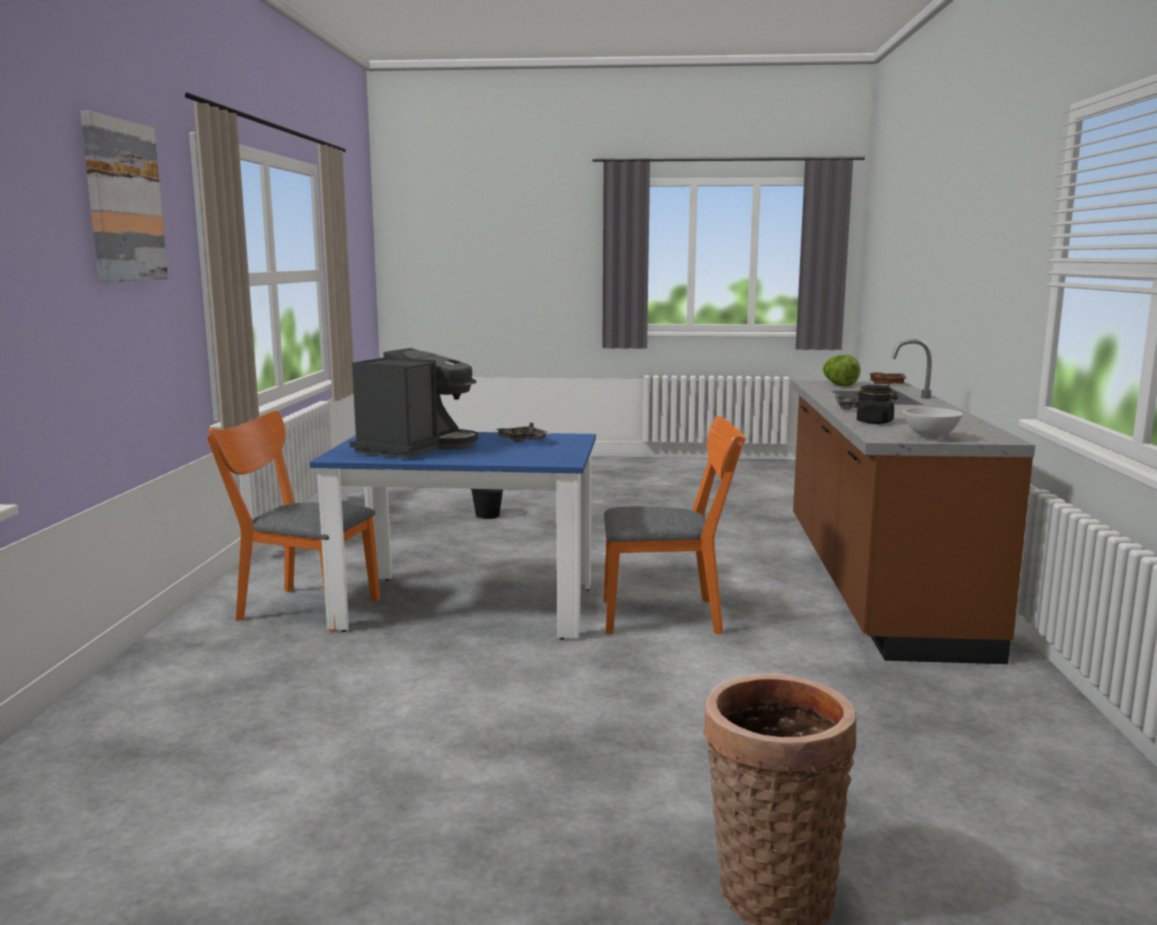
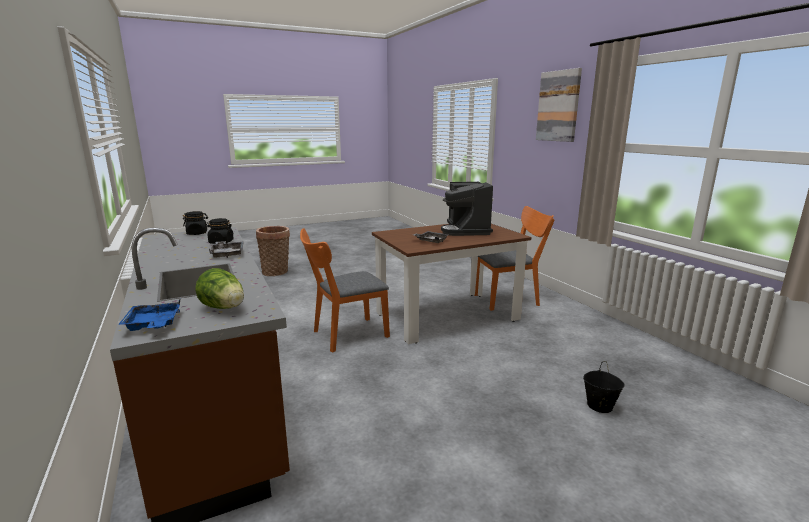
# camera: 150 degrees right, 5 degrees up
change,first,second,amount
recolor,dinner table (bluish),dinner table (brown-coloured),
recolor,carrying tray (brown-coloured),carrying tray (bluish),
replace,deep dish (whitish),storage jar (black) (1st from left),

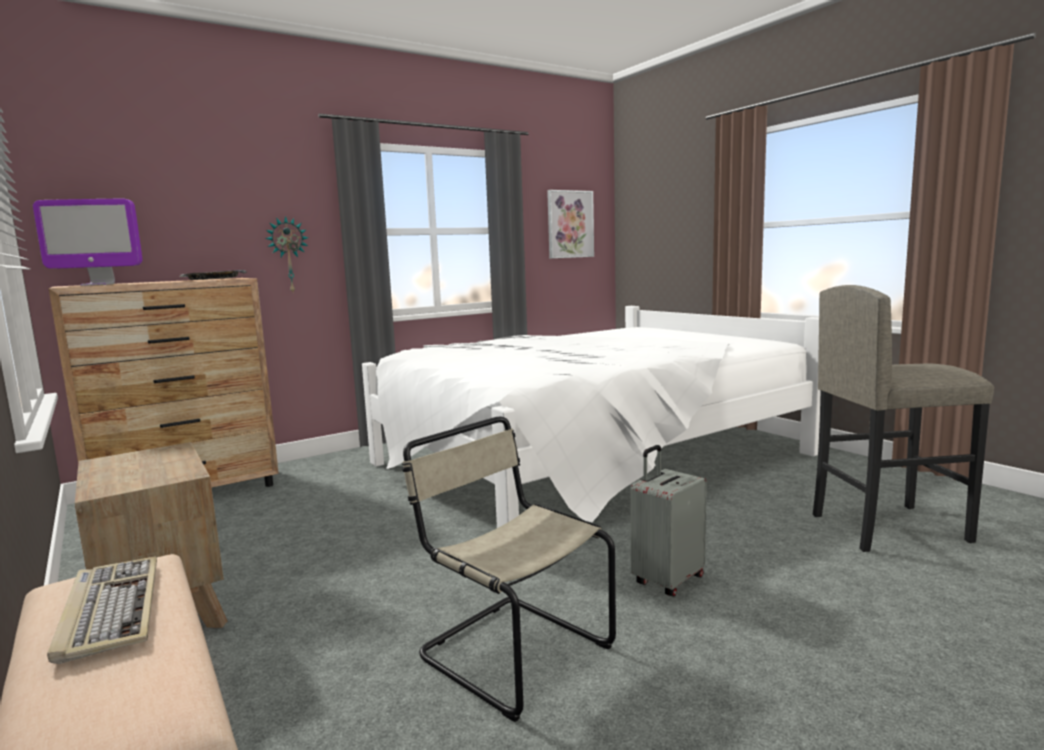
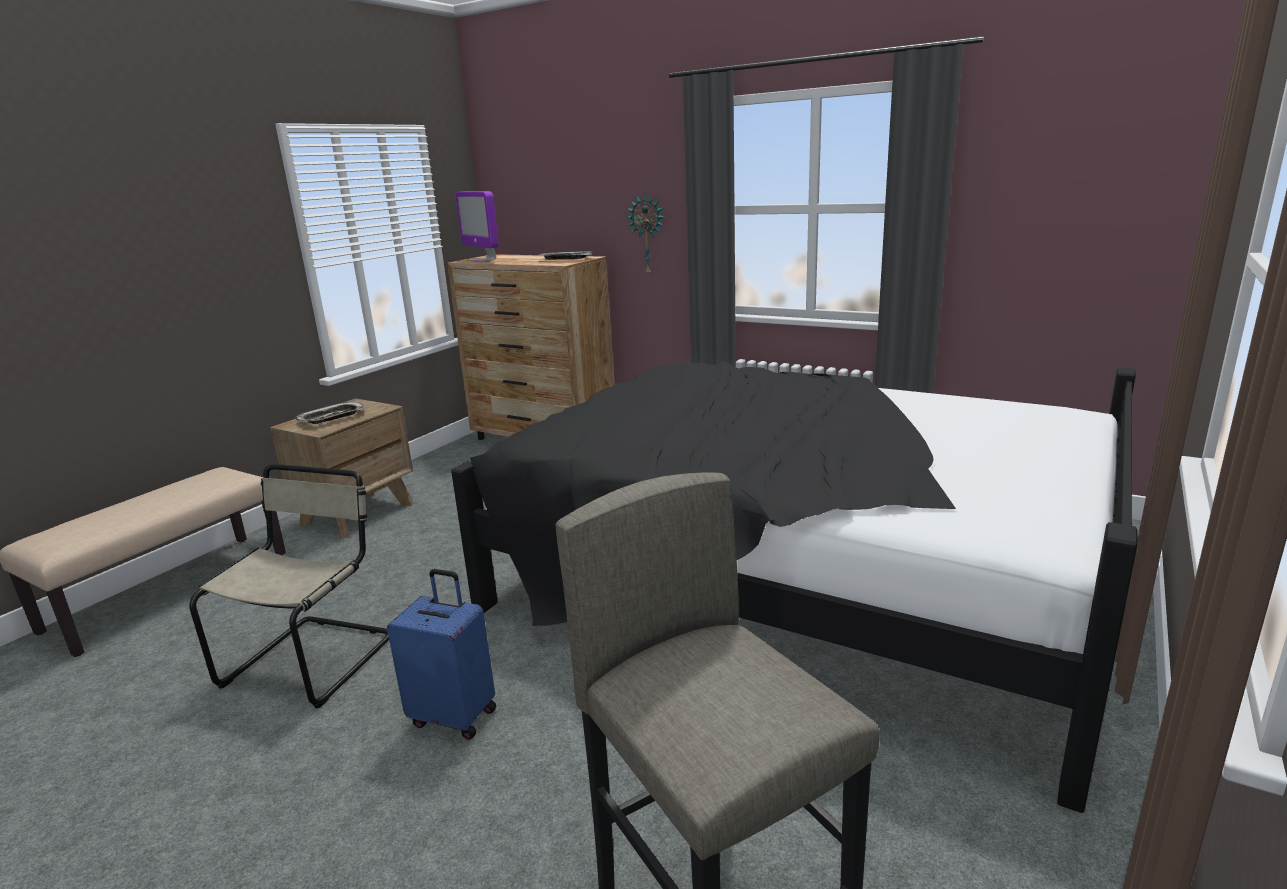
# camera: 65 degrees right, 10 degrees up
change,first,second,amount
delete,computer keyboard,,
recolor,sleeping bed (whitish),sleeping bed (black),
delete,wall art,,
recolor,suitcase (greyish),suitcase (bluish),
insert,,carrying tray (1st from left),

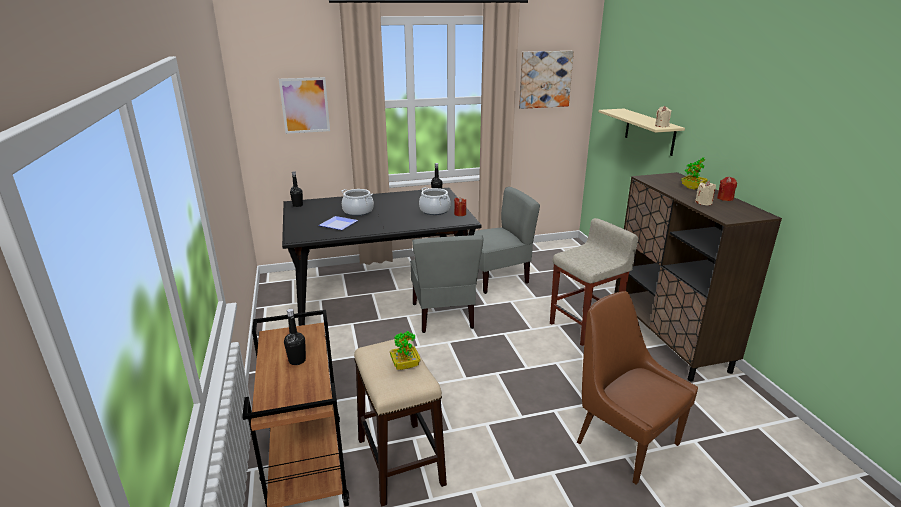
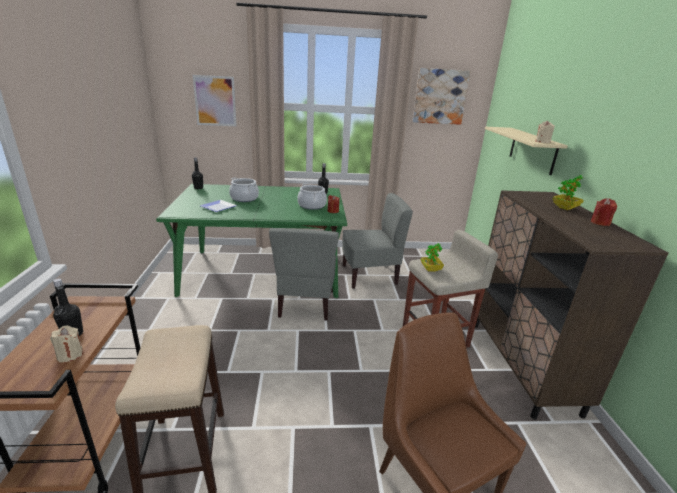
# camera: 10 degrees right, 0 degrees up
change,first,second,amount
recolor,dinner table (black),dinner table (green-coloured),
move,plant in a pot (1st from left),,
move,candle (sand-coloured) (2nd from left in the first image),candle (sand-coloured) (1st from left),

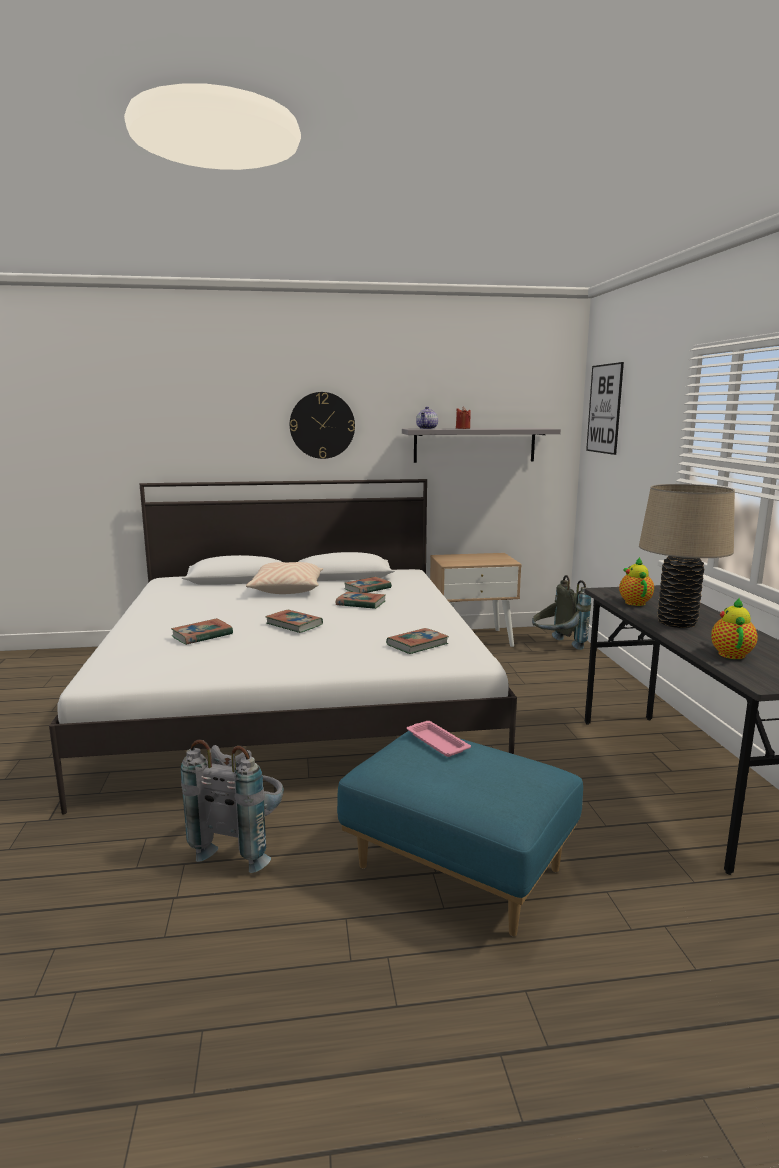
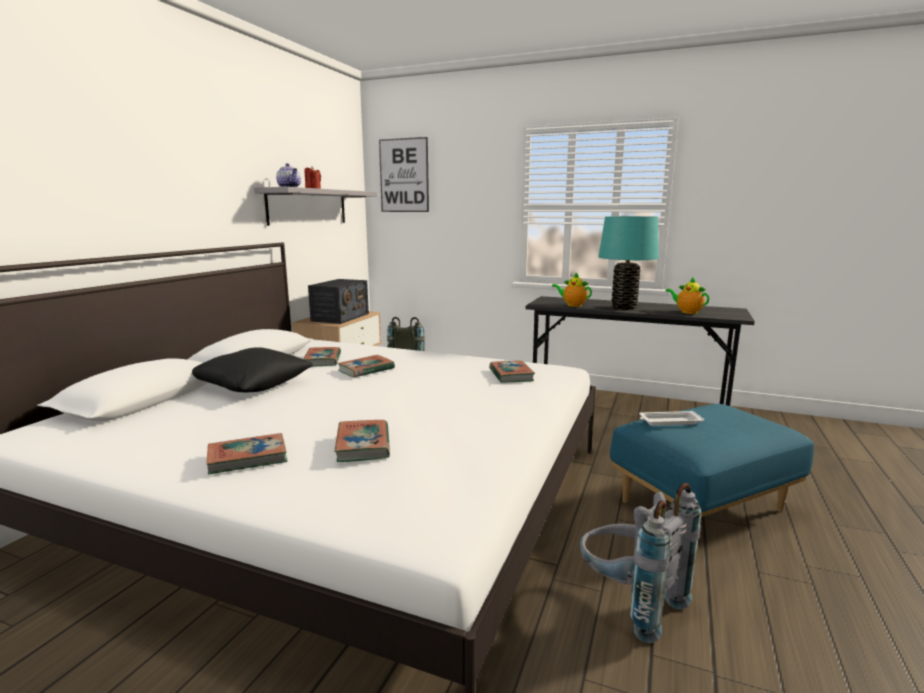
# camera: 60 degrees left, 0 degrees up
change,first,second,amount
recolor,pillow (sand-coloured),pillow (black),
move,volume (2nd from left in the first image),volume (1st from left),
delete,wall clock,,
recolor,carrying tray (pink),carrying tray (whitish),
recolor,lamp for a table (sand-coloured),lamp for a table (blue-green),
insert,,radio receiver,

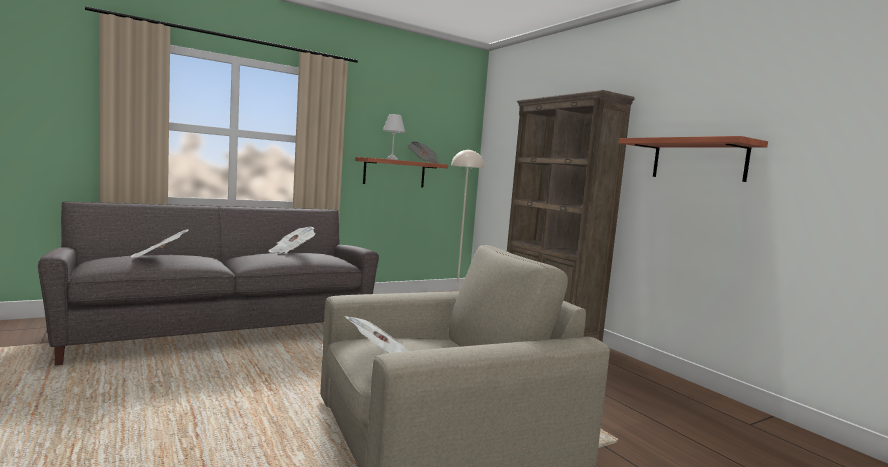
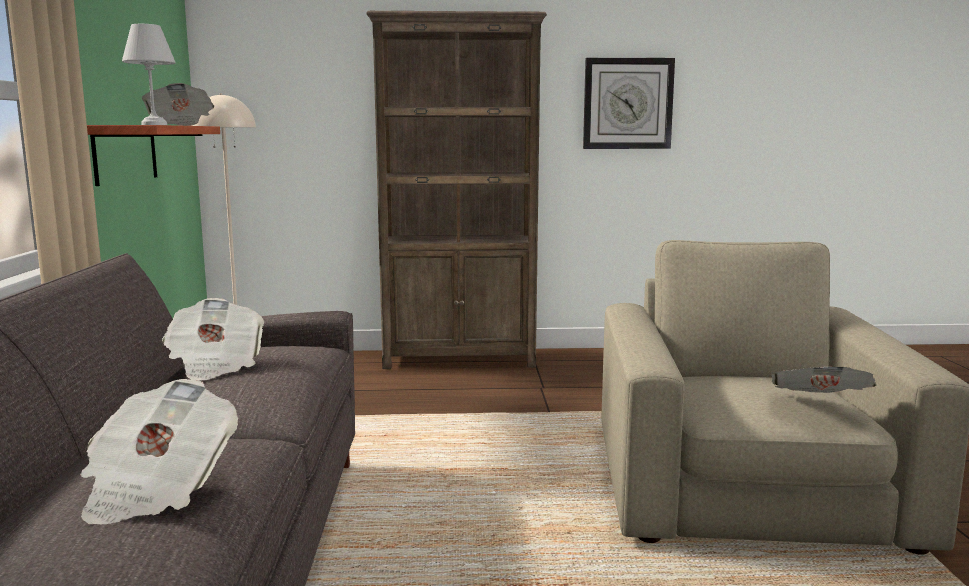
# camera: 60 degrees left, 5 degrees up
change,first,second,amount
replace,wall shelf (2nd from left),wall clock,

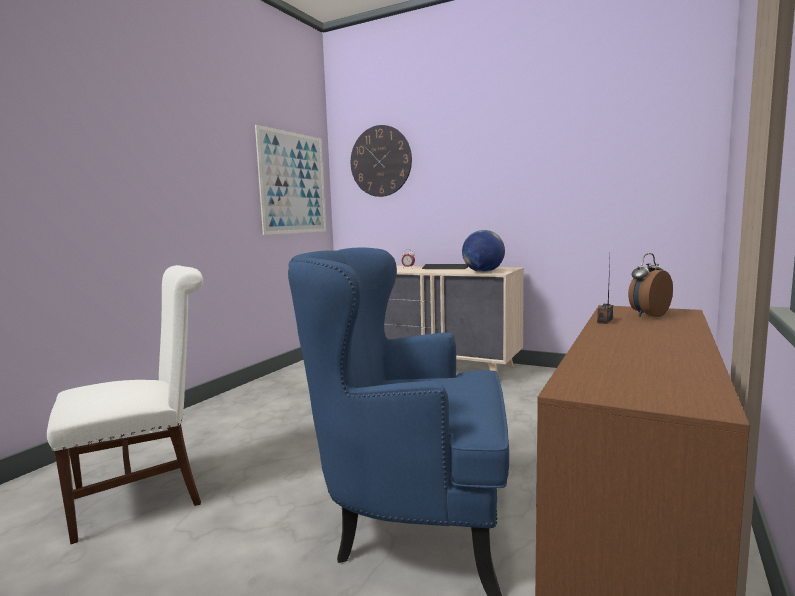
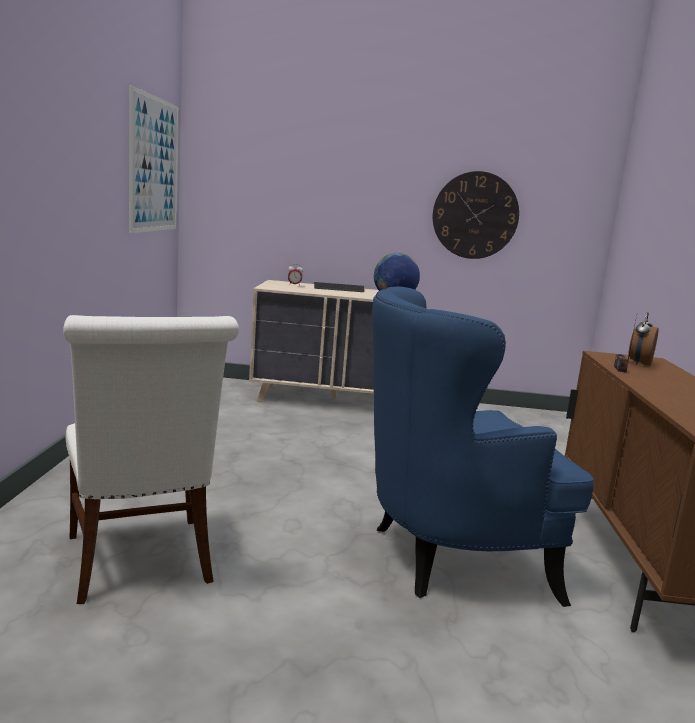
# camera: 25 degrees left, 5 degrees up
change,first,second,amount
rotate,chair (whitish),,120 degrees clockwise
move,wall clock,,

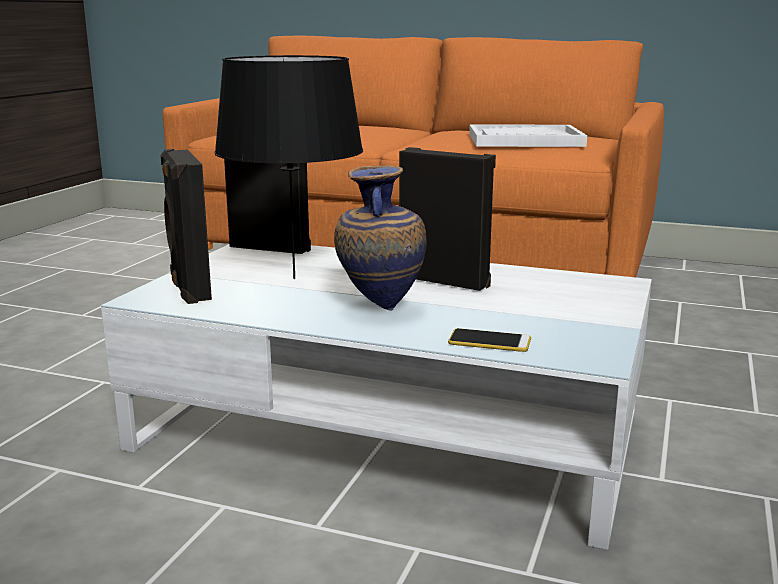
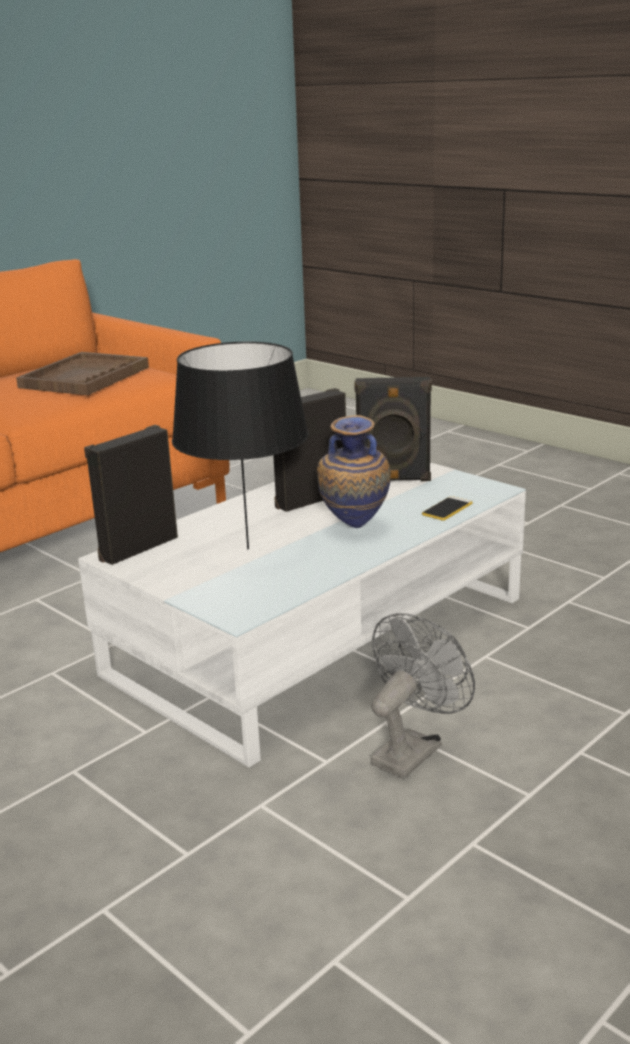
# camera: 65 degrees left, 5 degrees up
change,first,second,amount
move,audio speaker (black) (1st from left in the first image),audio speaker (black) (3rd from left),
recolor,carrying tray (whitish),carrying tray (brown-coloured),
insert,,fan (greyish),

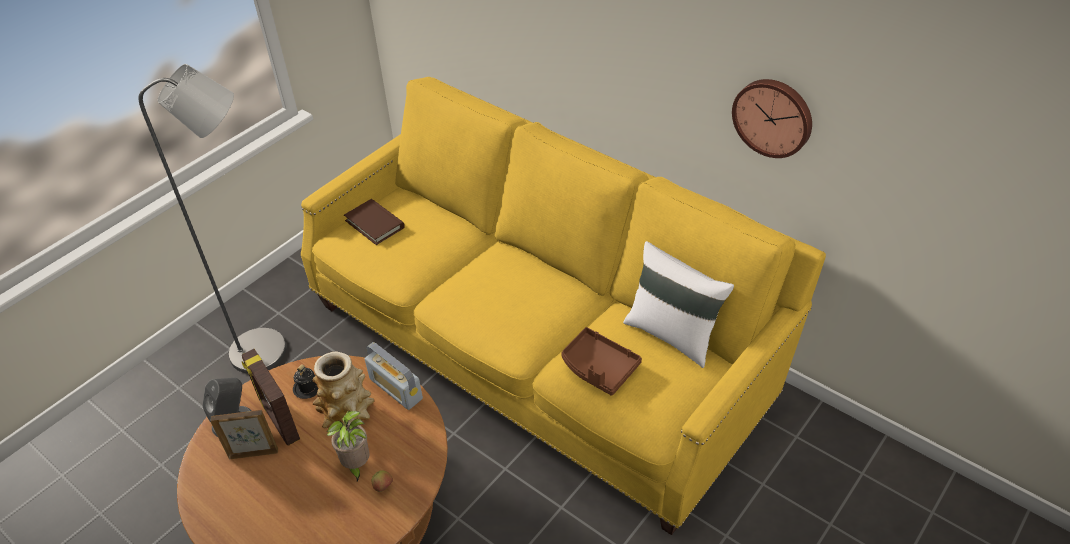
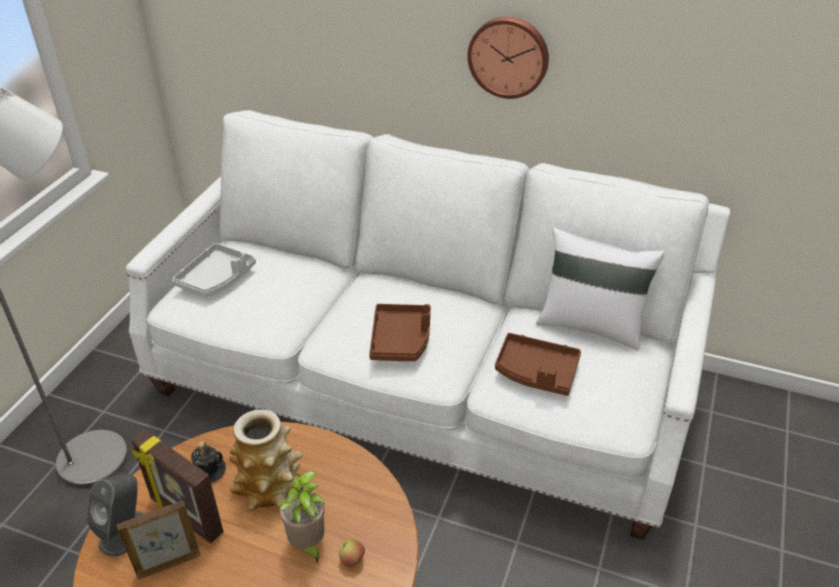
# camera: 20 degrees left, 5 degrees down
change,first,second,amount
recolor,couch (yellow),couch (whitish),
replace,volume (brown-coloured),carrying tray (greyish),
delete,radio receiver,,
move,wall clock,,
insert,,carrying tray (brown-coloured) (1st from left),

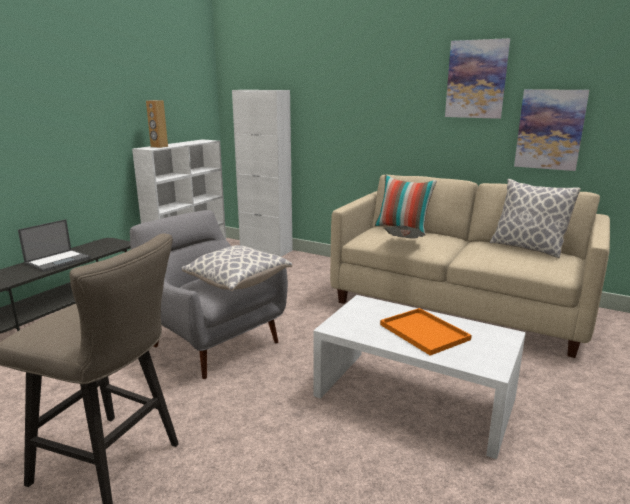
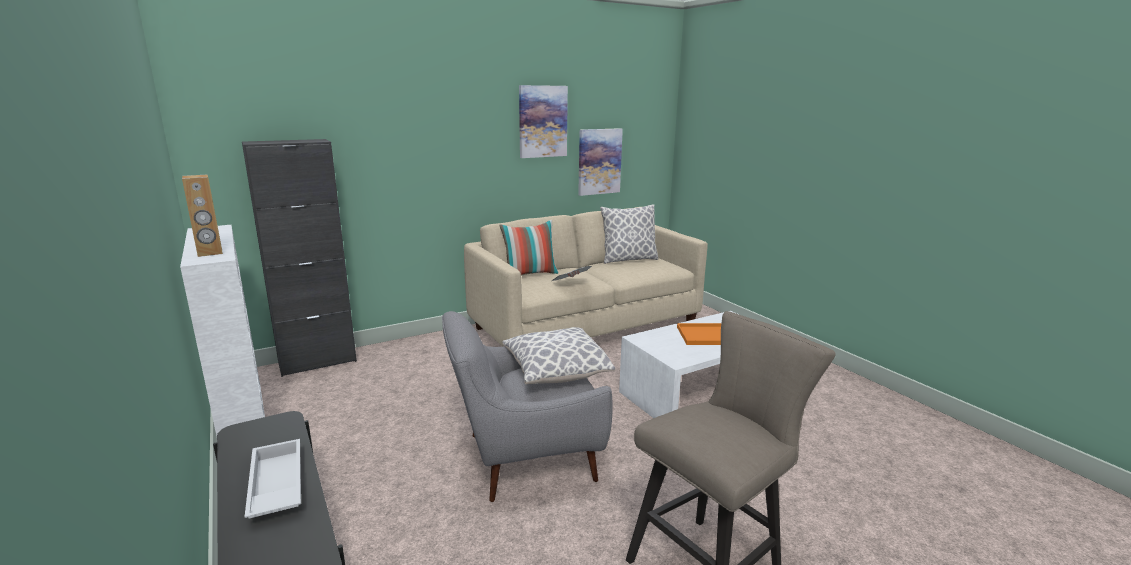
# camera: 60 degrees left, 0 degrees up
change,first,second,amount
replace,notebook computer,carrying tray (whitish),
recolor,cabinet (whitish),cabinet (black),

